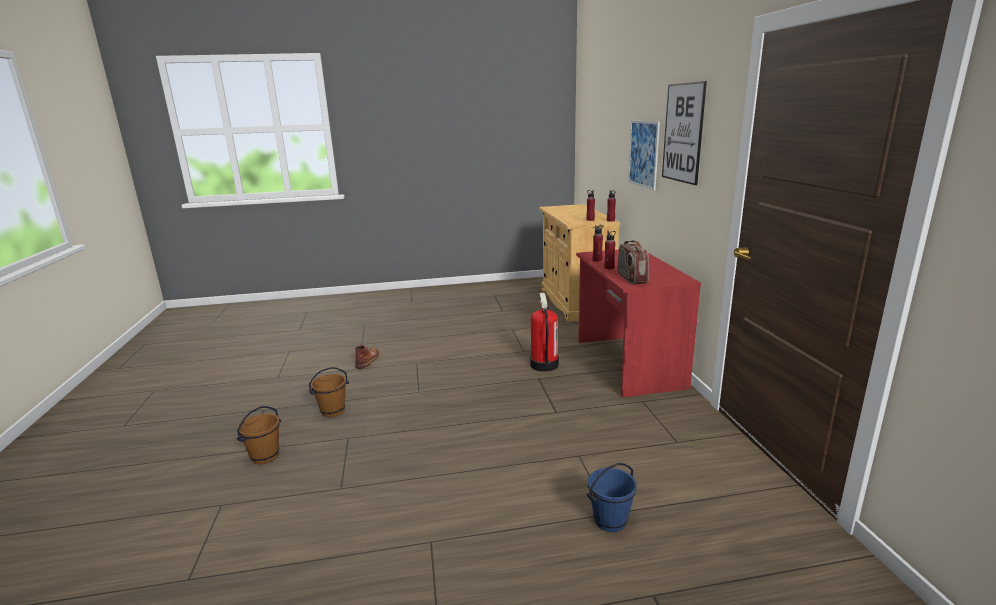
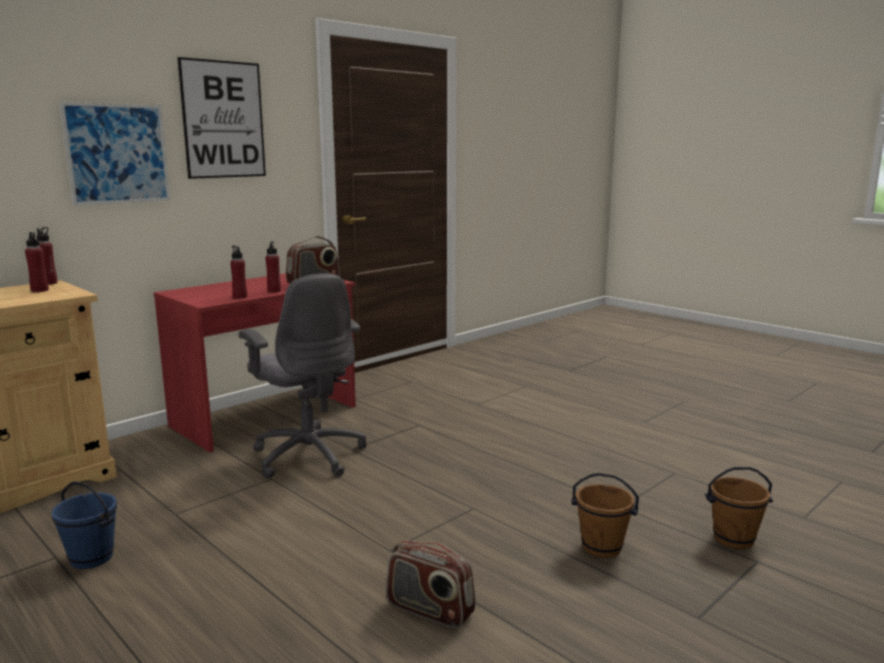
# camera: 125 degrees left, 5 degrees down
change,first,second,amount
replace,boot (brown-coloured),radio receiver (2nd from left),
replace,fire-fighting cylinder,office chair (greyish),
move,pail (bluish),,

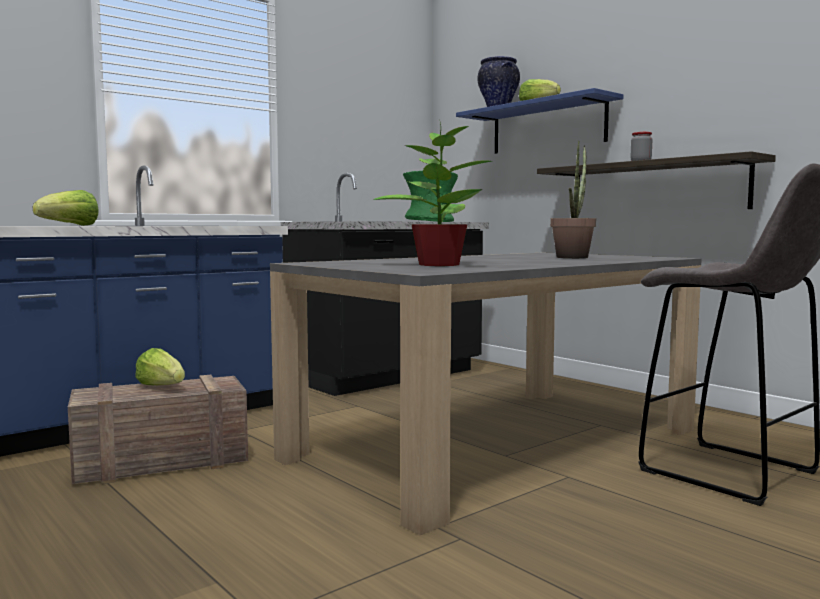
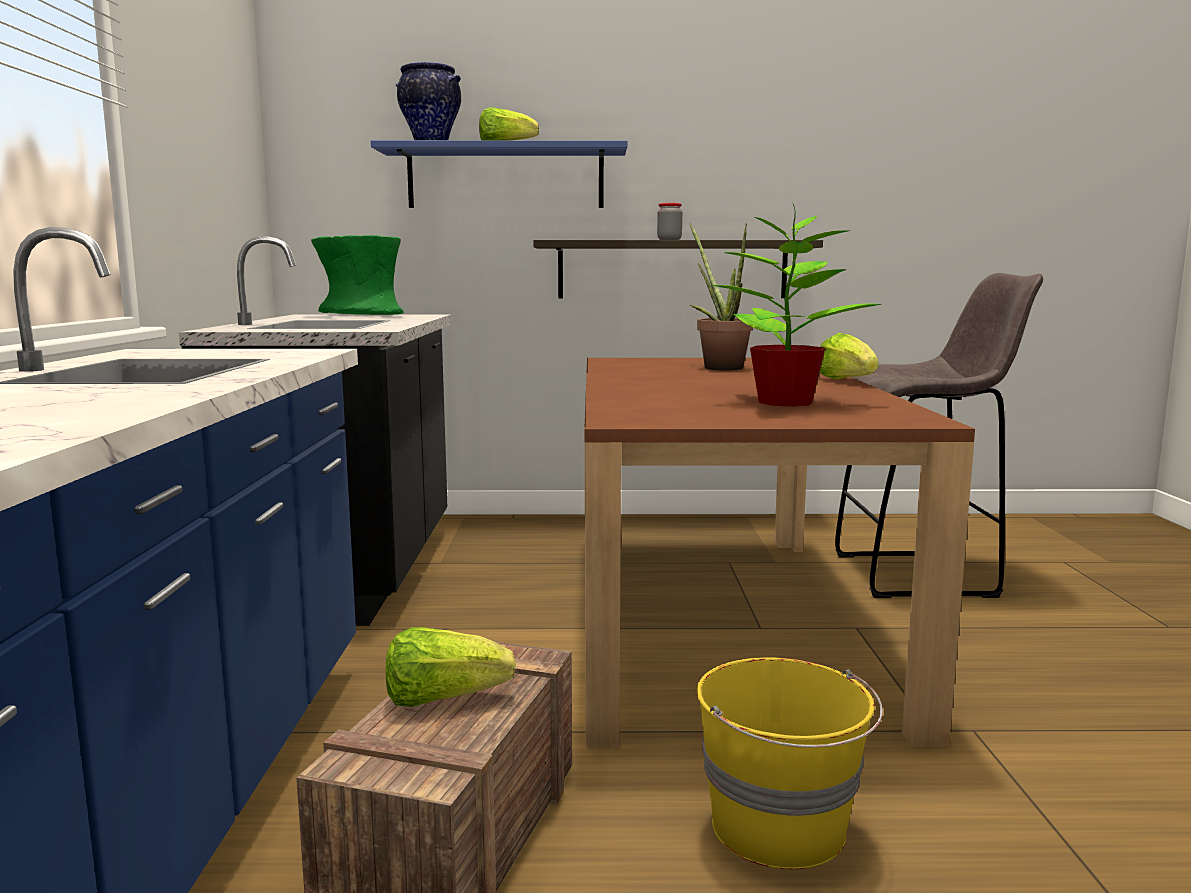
# camera: 50 degrees left, 5 degrees up
change,first,second,amount
move,lettuce head (1st from left in the first image),lettuce head (3rd from left),
recolor,dinner table (greyish),dinner table (brown-coloured),
insert,,pail (yellow),

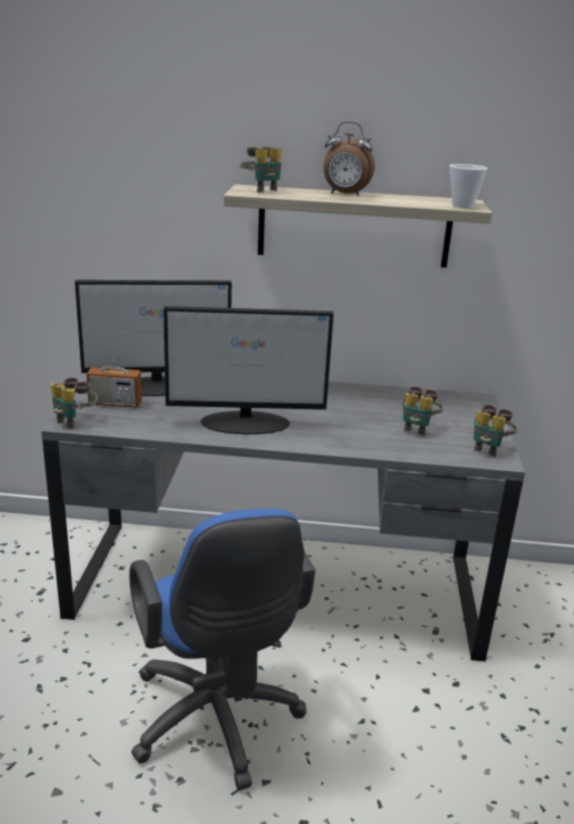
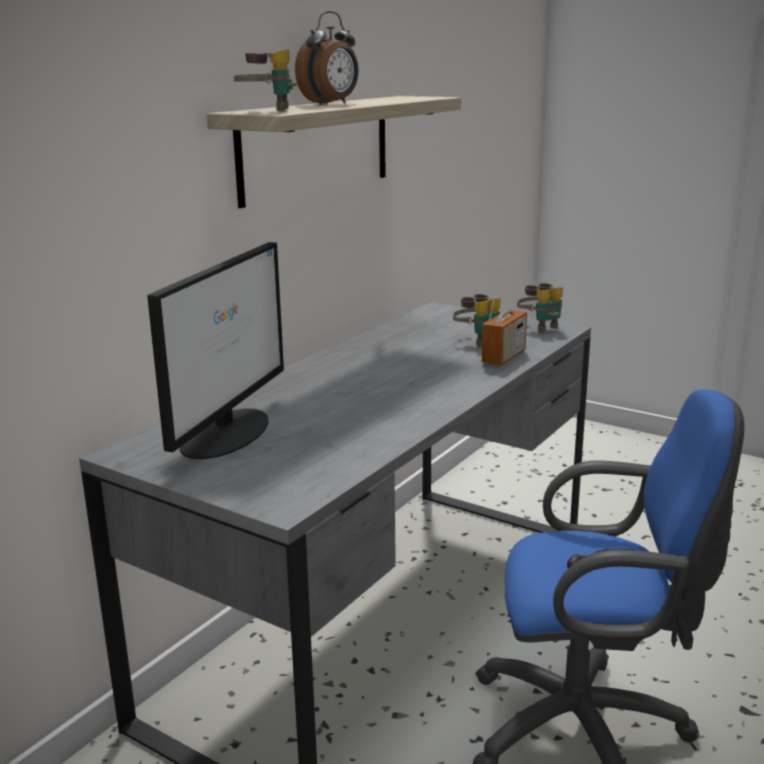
# camera: 60 degrees left, 5 degrees down
change,first,second,amount
delete,pair of binoculars (1st from left),,
move,radio receiver,,
delete,monitor (2nd from left),,
delete,small cup,,

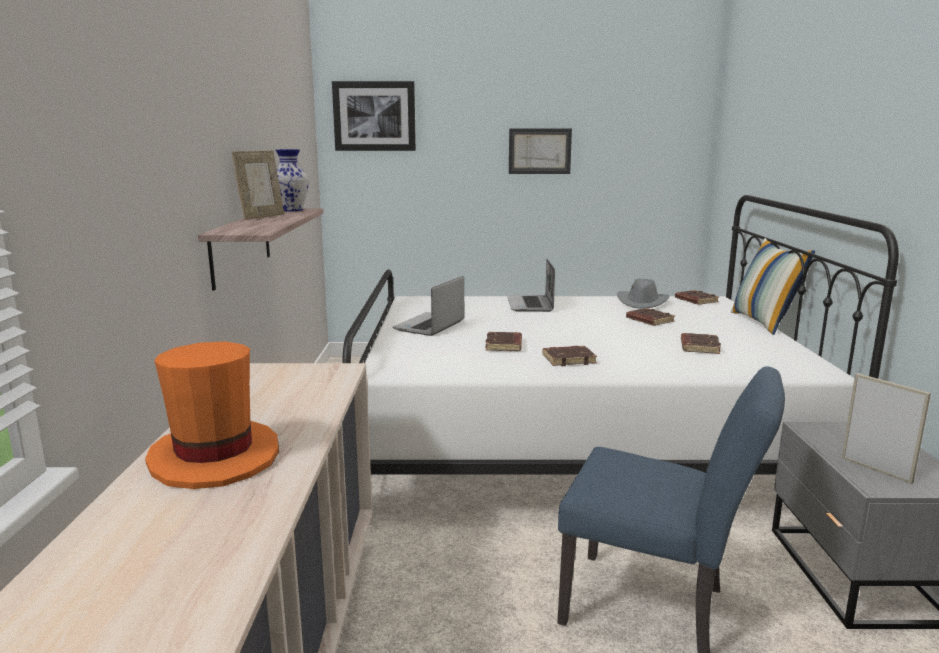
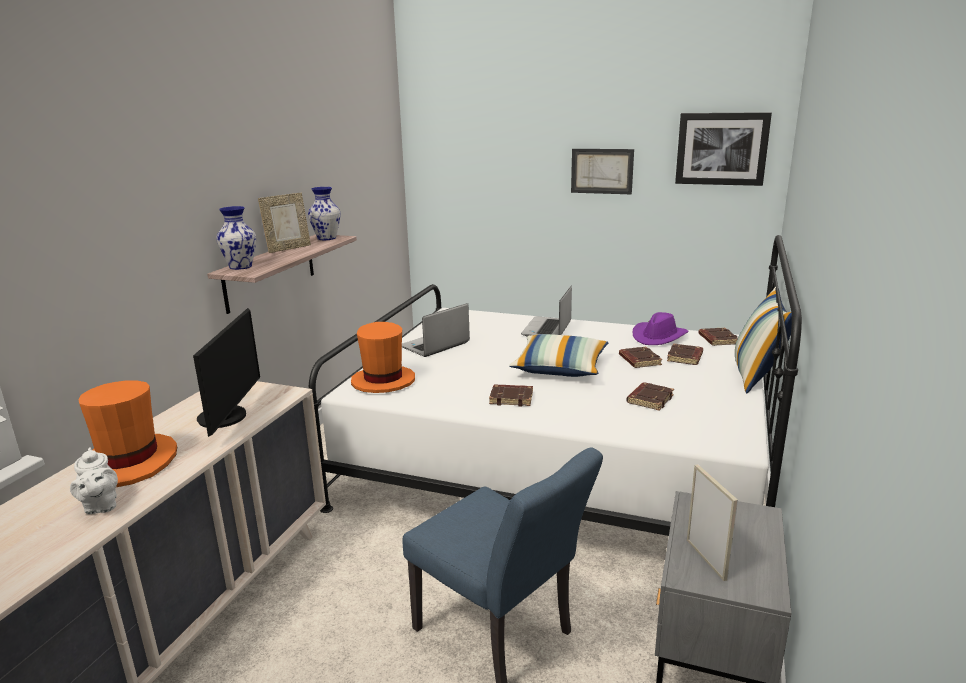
# camera: 20 degrees right, 5 degrees up
change,first,second,amount
move,wall art (1st from left in the first image),wall art (2nd from left),
move,volume (brown-coloured) (1st from left in the first image),volume (brown-coloured) (4th from left),
recolor,wearable hat (greyish),wearable hat (purple),
insert,,pot for tea (whitish),
insert,,monitor,
insert,,flower vase (1st from left),
insert,,wearable hat (orange) (2nd from left),
insert,,pillow (1st from left),

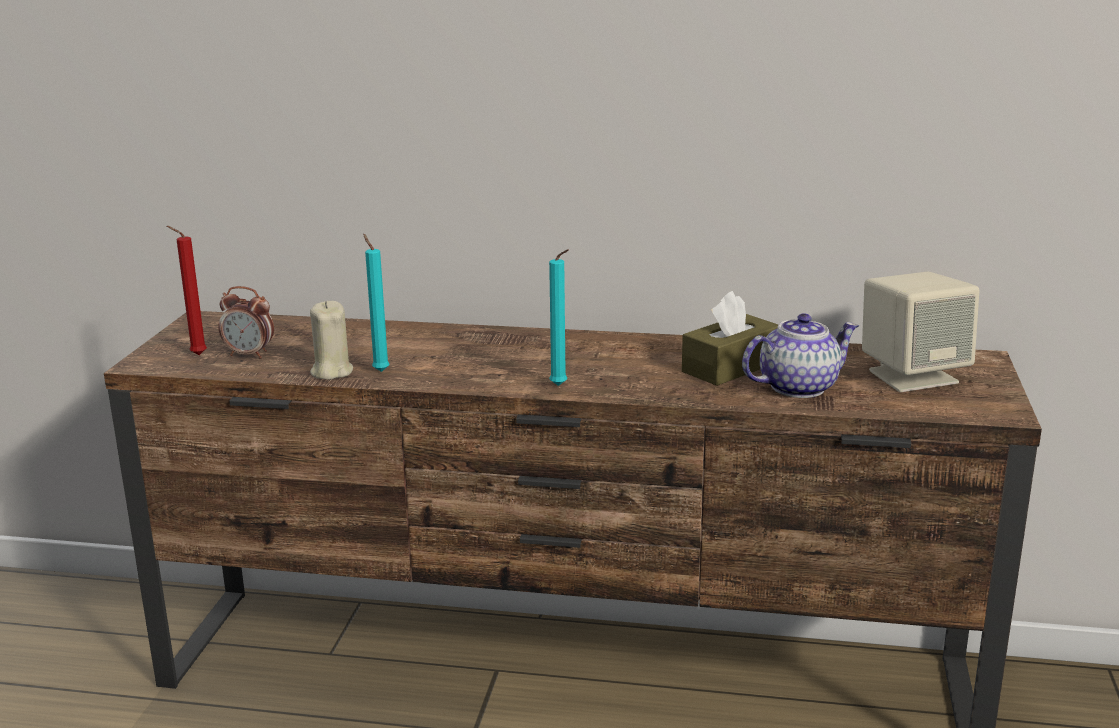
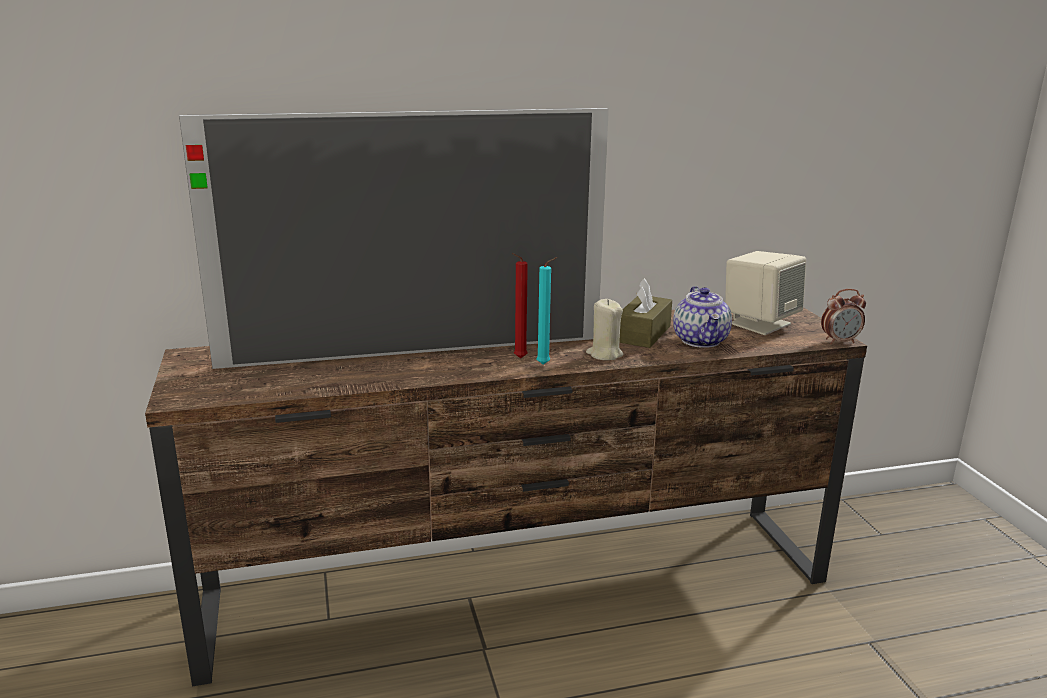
# camera: 25 degrees left, 0 degrees up
change,first,second,amount
move,candle (red-coloured),,
move,bedside clock,,
move,candle (sand-coloured),,
delete,candle (blue-green) (1st from left),,
rotate,pot for tea,,135 degrees clockwise
insert,,TV,

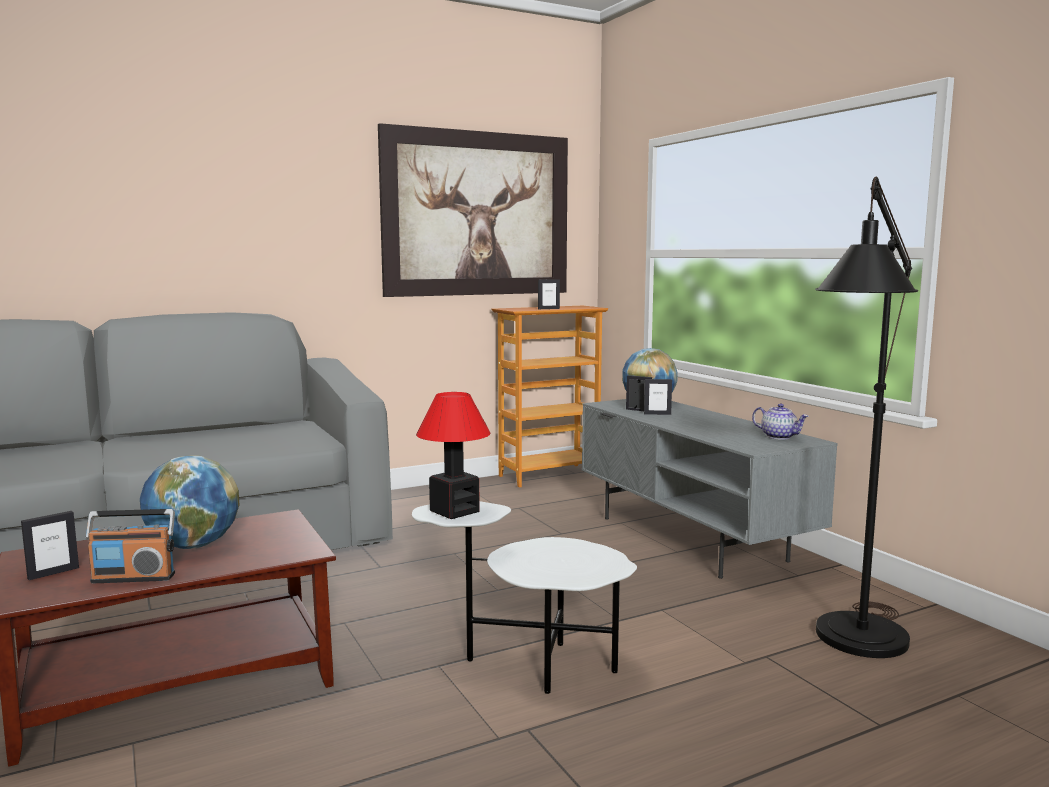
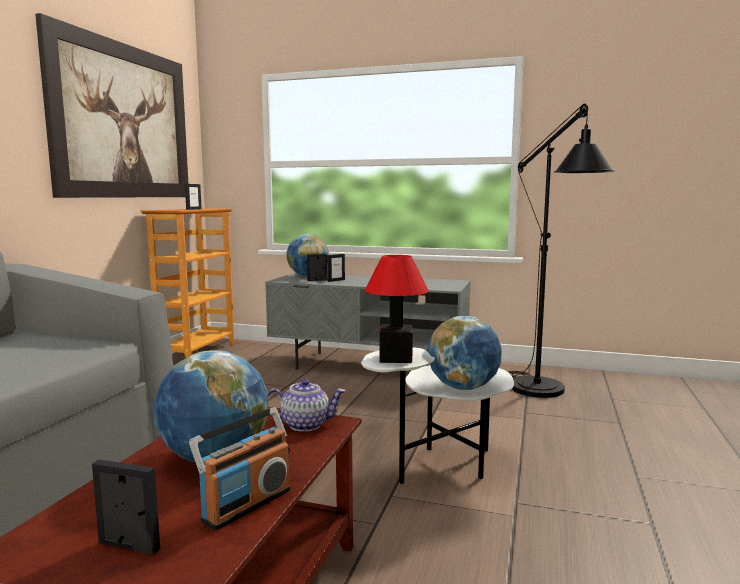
# camera: 45 degrees left, 0 degrees up
change,first,second,amount
rotate,picture frame (1st from left),,75 degrees counterclockwise
move,pot for tea,,
insert,,desk globe (3rd from left),

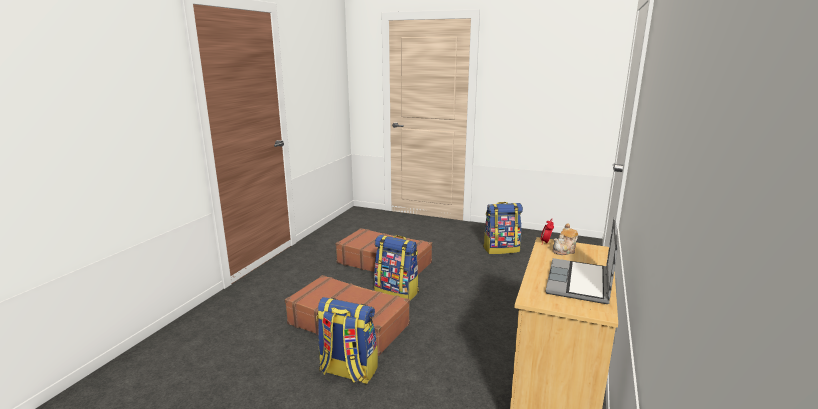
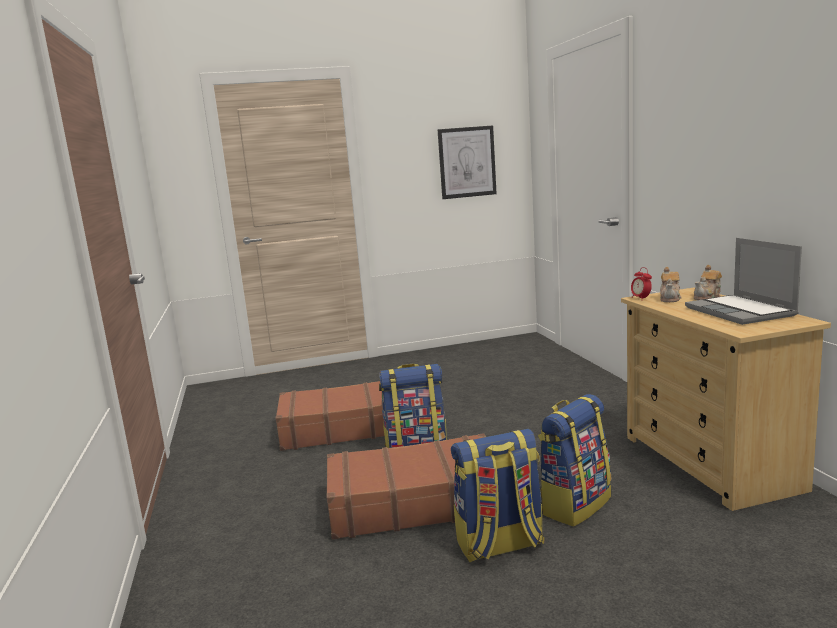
# camera: 35 degrees left, 5 degrees down
change,first,second,amount
move,backpack (3rd from left),,
insert,,wall art,
insert,,pot for tea (2nd from left),

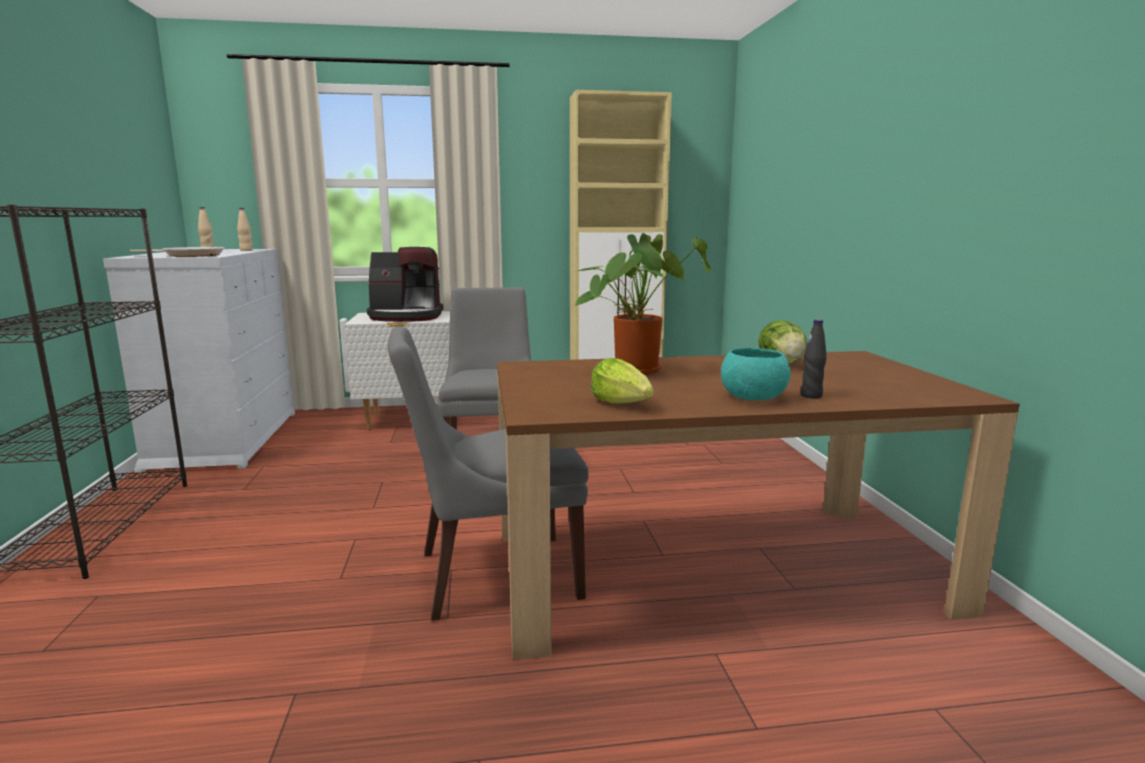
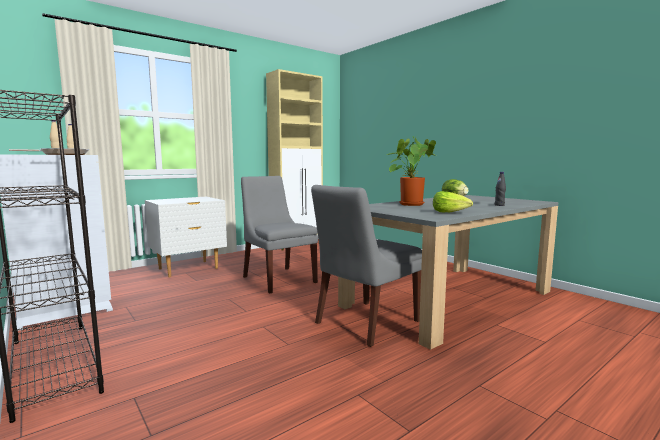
# camera: 30 degrees left, 5 degrees down
change,first,second,amount
delete,coffee machine,,
recolor,dinner table (brown-coloured),dinner table (greyish),
delete,deep dish (blue-green),,

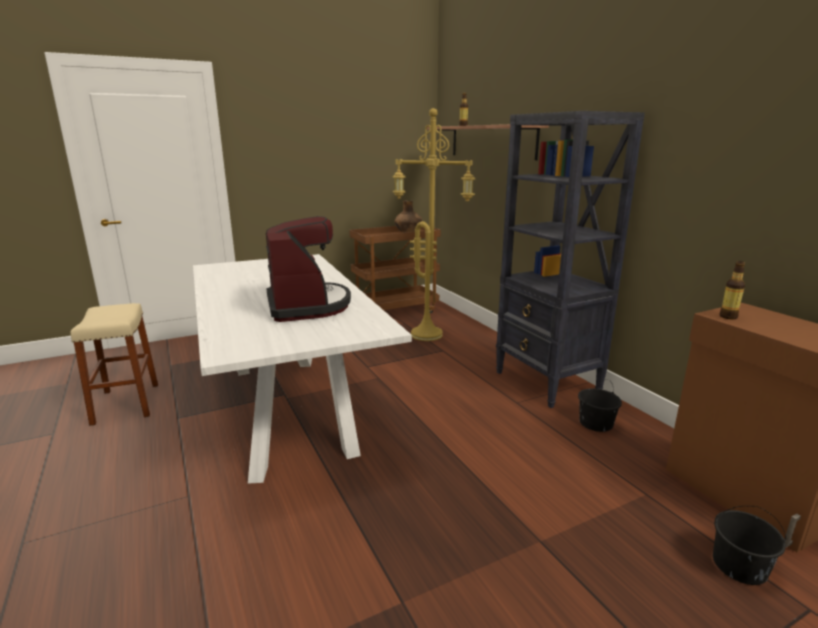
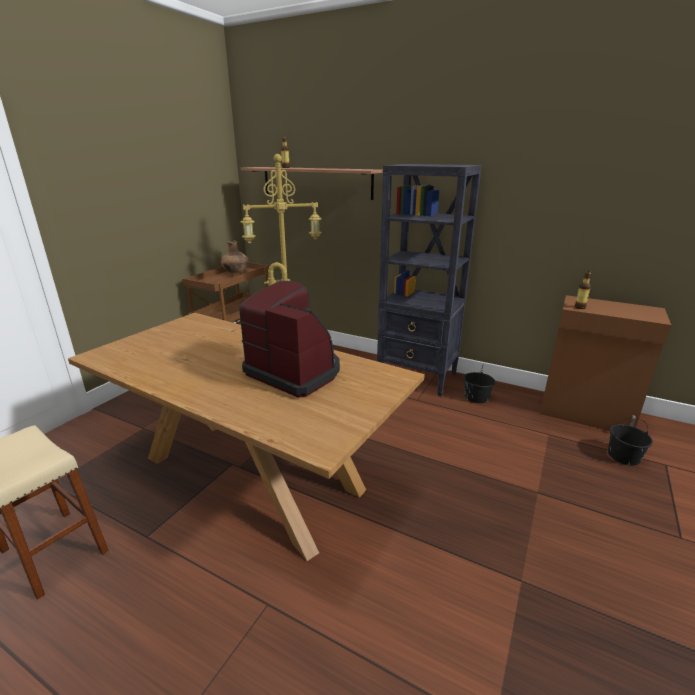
# camera: 35 degrees left, 5 degrees up
change,first,second,amount
recolor,dinner table (whitish),dinner table (brown-coloured),

